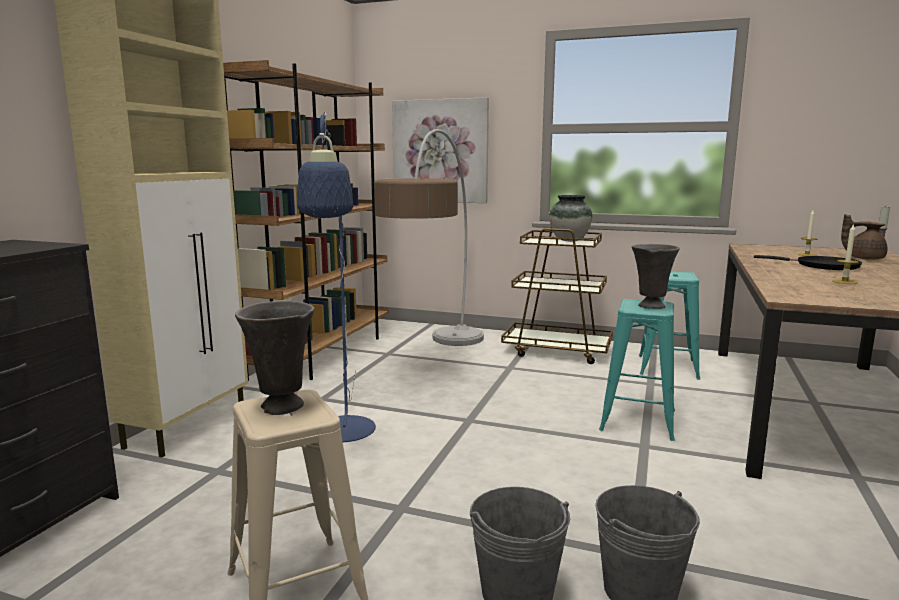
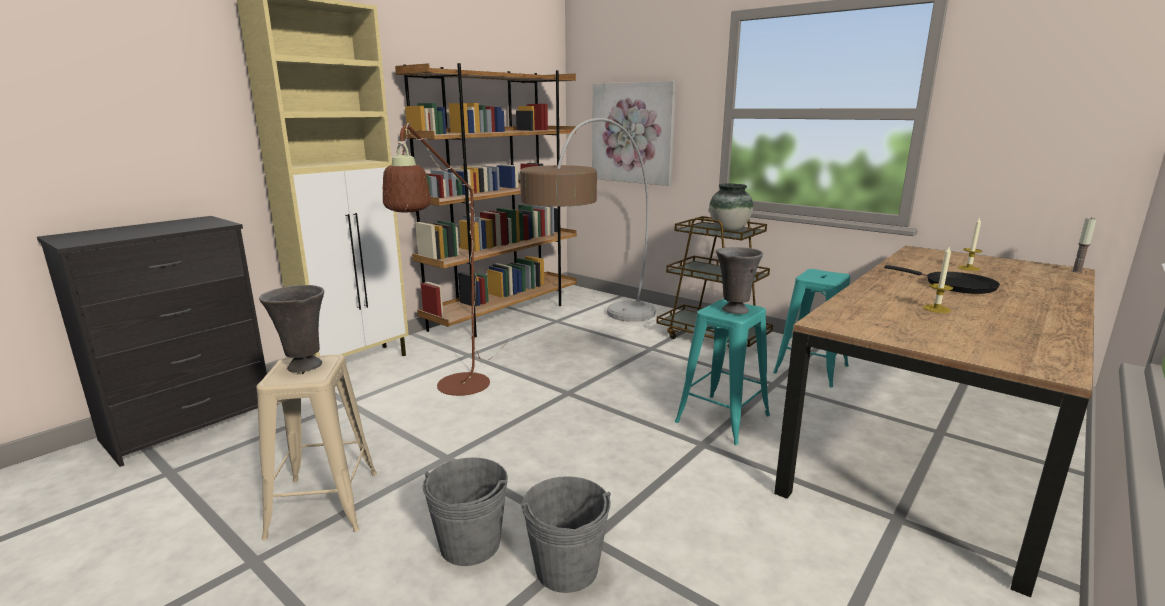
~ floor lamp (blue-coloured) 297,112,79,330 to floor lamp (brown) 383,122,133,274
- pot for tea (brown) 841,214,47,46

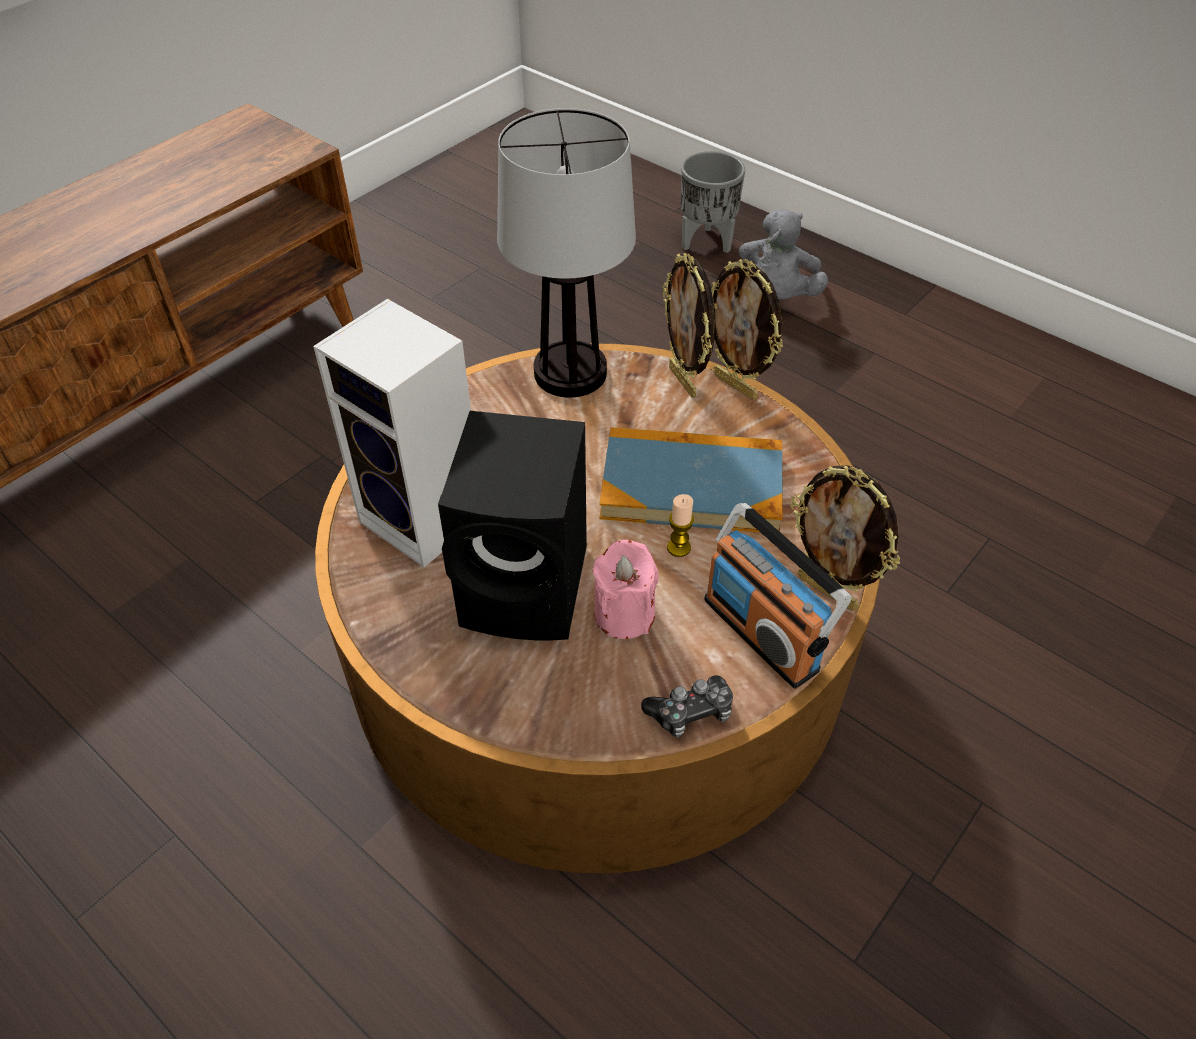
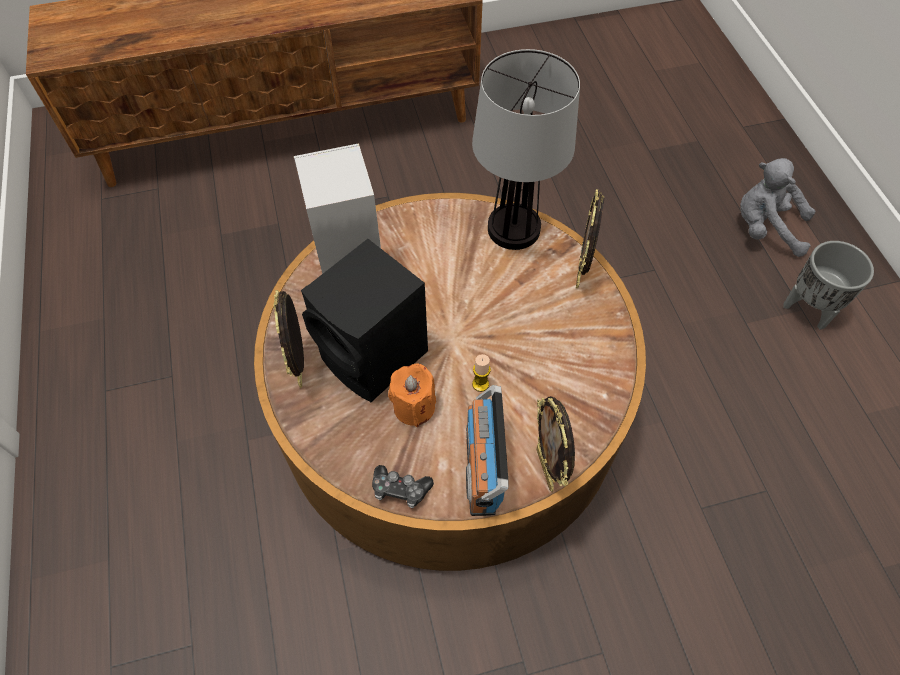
~ standing frame 711,259,72,141 to 274,290,30,98
~ wax light (pink) 593,540,66,99 to wax light (orangey) 388,363,48,64
~ soft toy (gray) 739,209,89,90 = 740,158,76,99 60 degrees clockwise
~ plant pot (gray) 681,151,64,102 to 783,241,91,89
- book 599,427,184,105

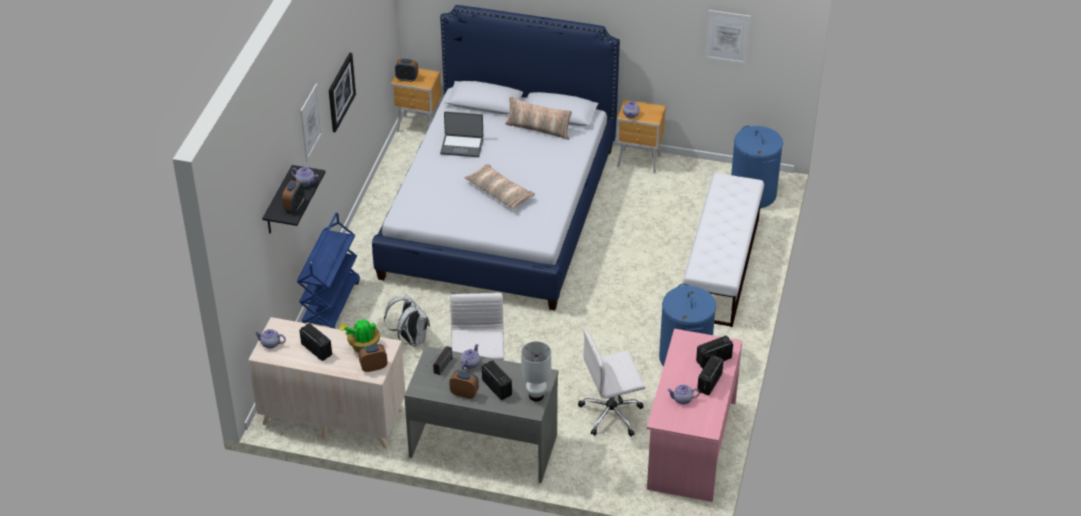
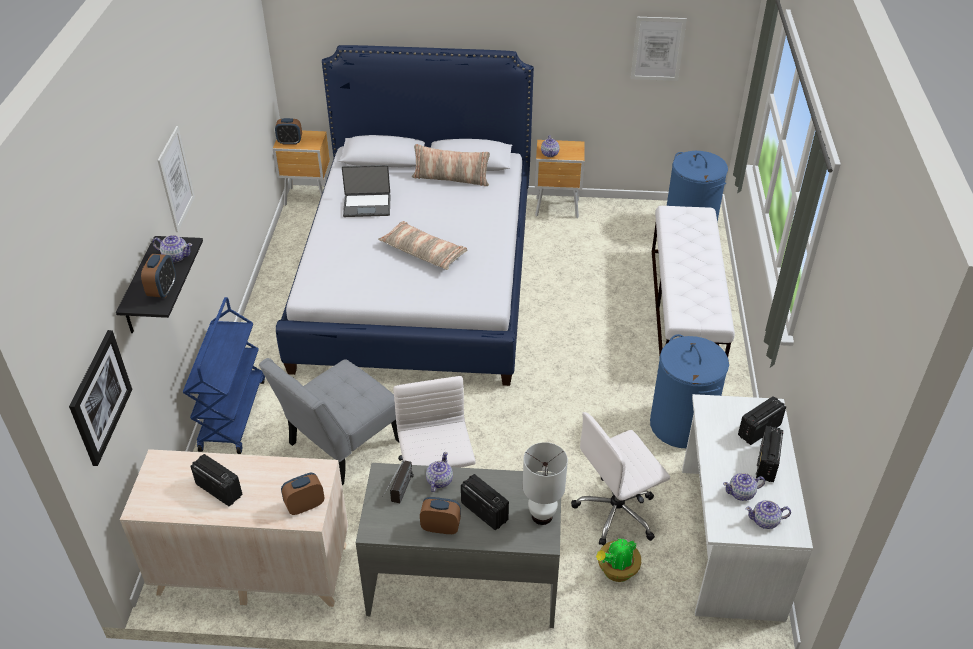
~ picture 329,53,27,79 to 69,330,63,136
~ rucksack (whitish) 384,295,46,52 to chair (gray) 259,358,140,127
~ plant in a pot 340,319,40,34 to 596,539,45,43
~ desk unit (pink) 647,329,95,173 to desk unit (whitish) 682,394,131,228
~ pot for tea 254,329,32,20 to 745,500,46,29

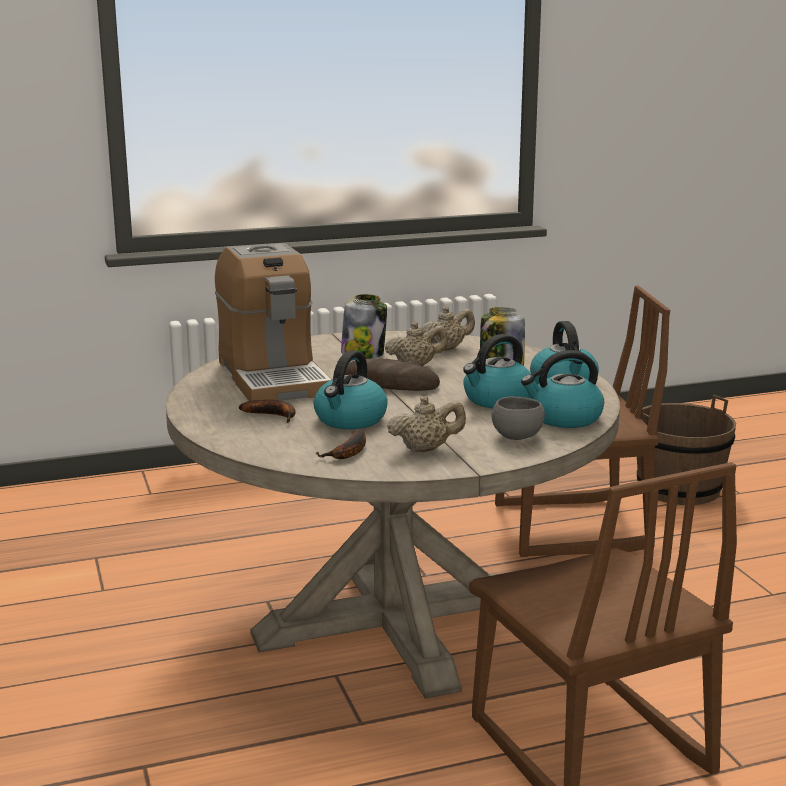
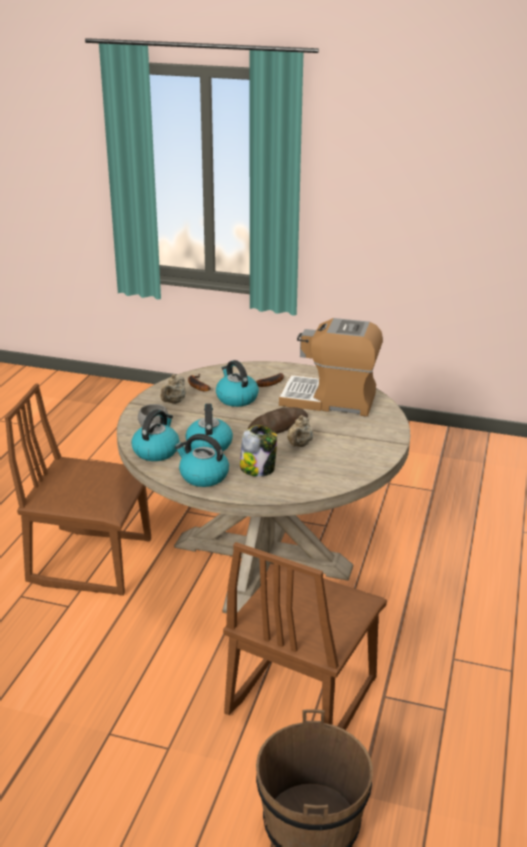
- preserve jar 341,294,46,65
- pot for tea (sand-coloured) 421,306,54,45

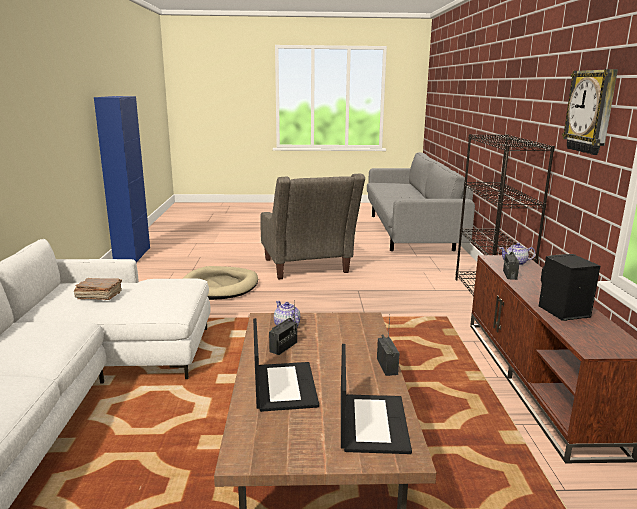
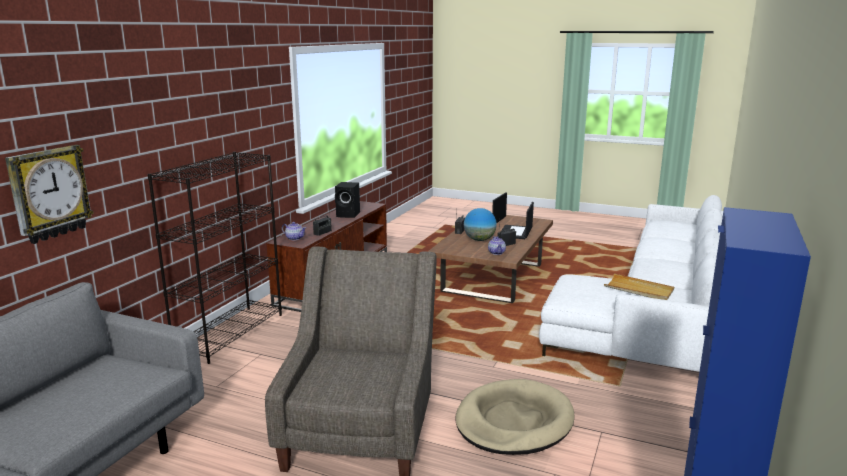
~ clock on the wall 562,69,56,86 to 5,145,89,99
+ desk globe 464,208,33,33
~ book (brown) 74,278,48,22 to carrying tray (sand-coloured) 604,274,70,26

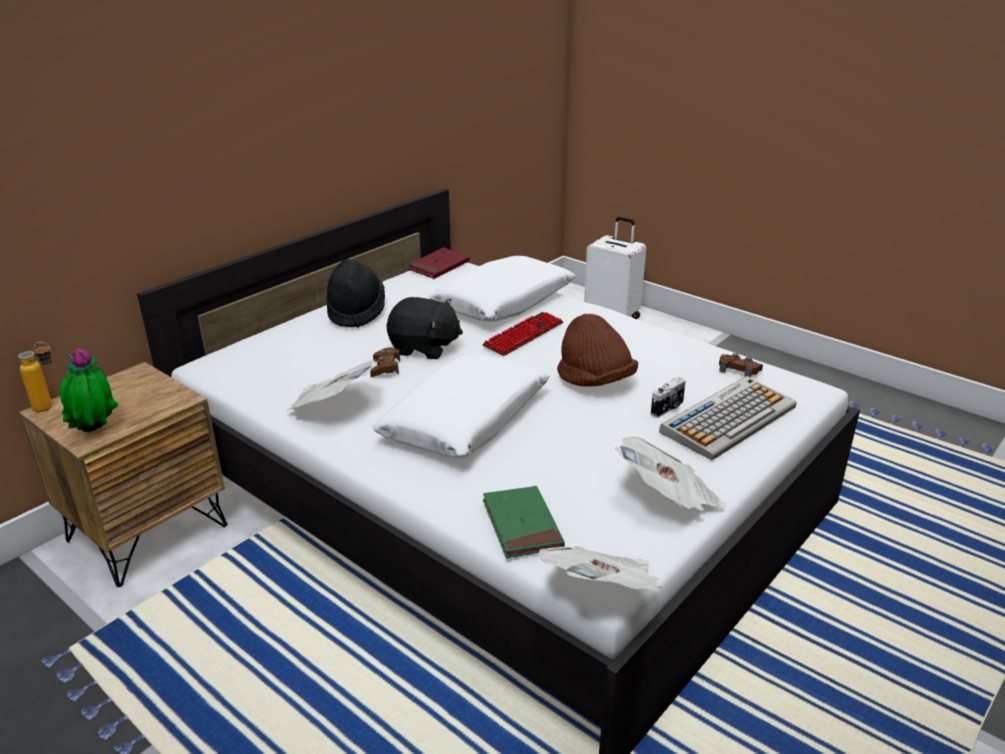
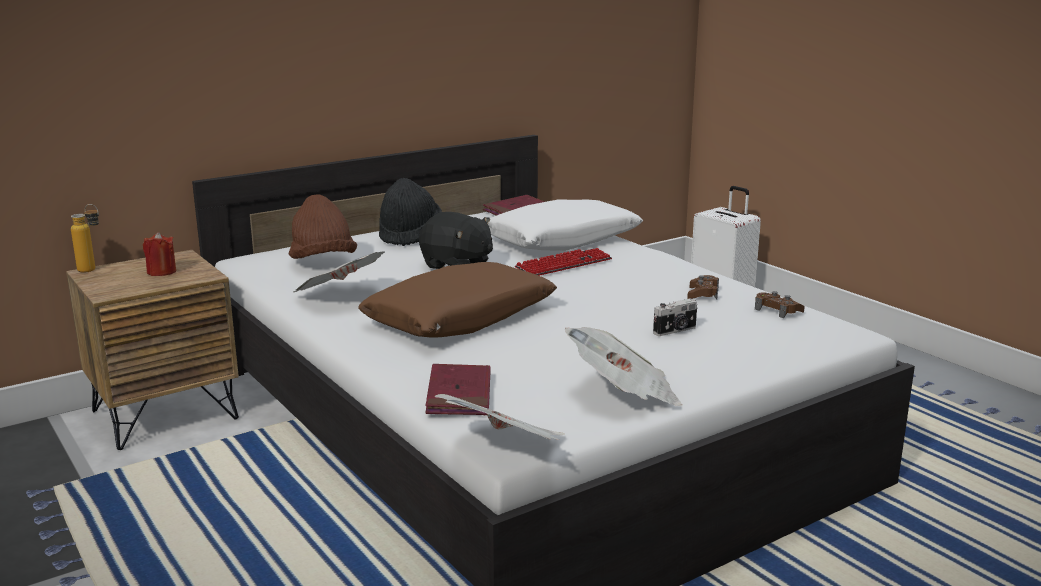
+ wax light (red) 143,232,33,44
~ wearable hat (brown) 557,314,81,73 to 288,194,69,65
~ cushion (whitish) 373,353,177,105 to cushion (brown) 358,262,199,76
~ book (green-coloured) 483,486,82,72 to book (red) 425,364,66,51
~ joypad (brown) 370,347,30,30 to 687,275,32,25
- plant in a pot 60,349,59,83
- PC keyboard 659,376,138,84

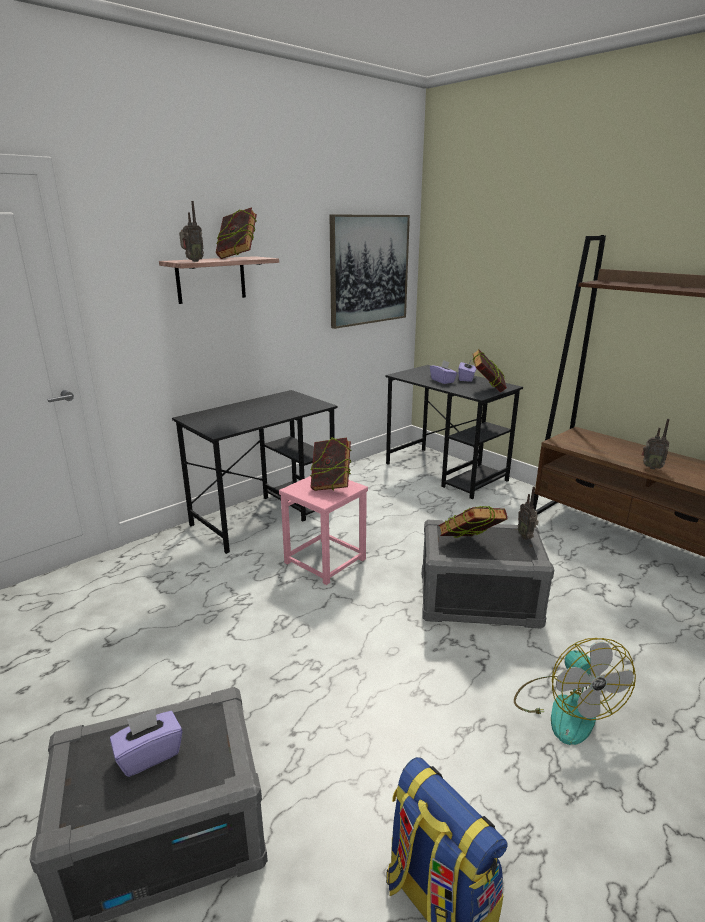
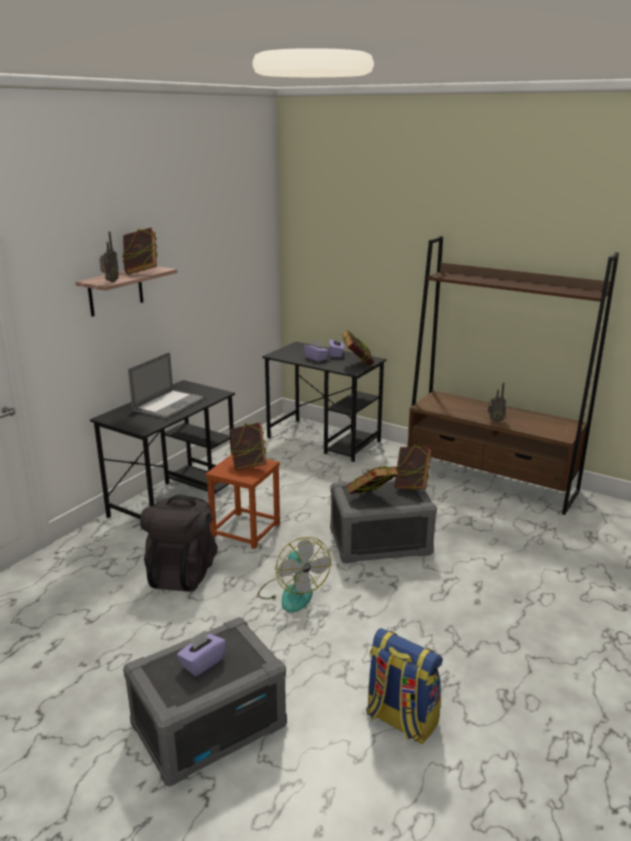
+ portable computer 128,352,77,67
+ rucksack (blackish) 140,494,78,98
~ stool (pink) 279,476,89,109 to stool (brown) 205,454,75,95
~ electric fan 514,638,122,107 to 258,537,73,76
~ radio 518,486,20,54 to book 394,445,37,45
- picture 330,215,80,114

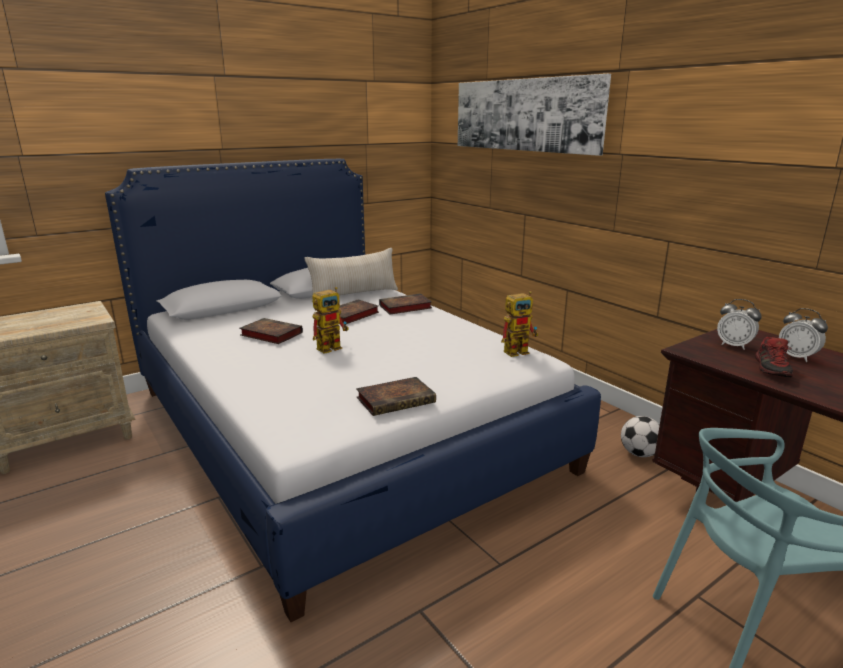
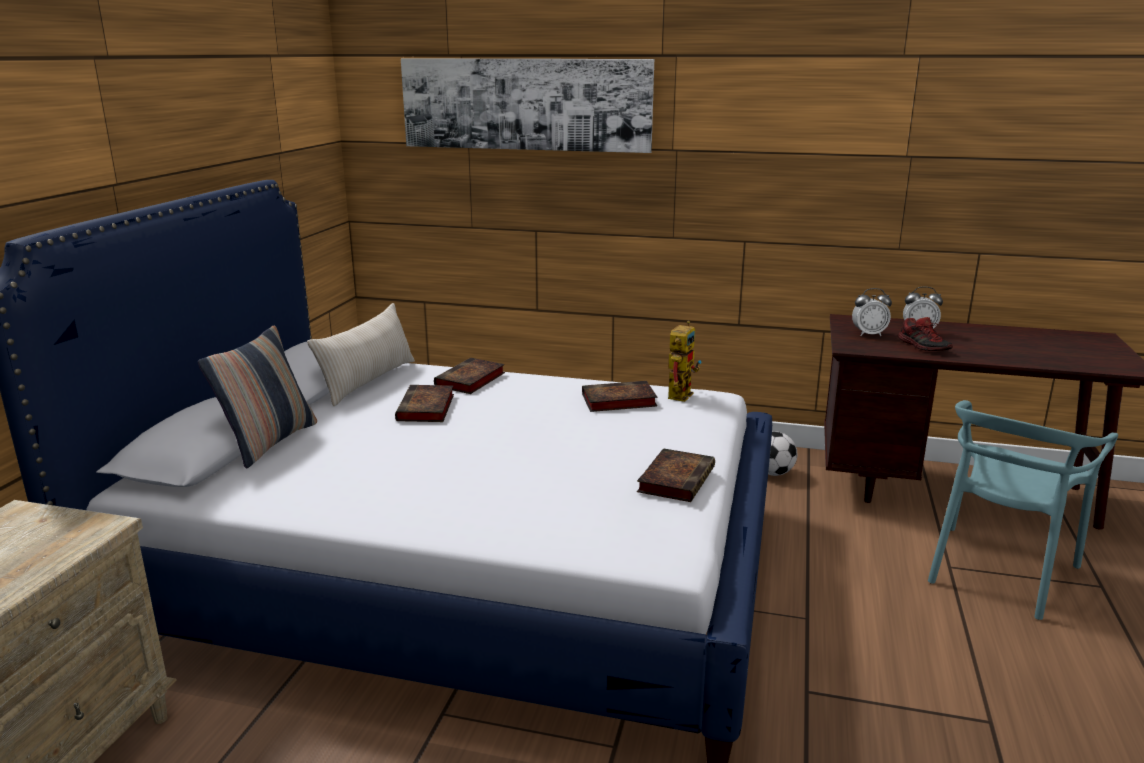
+ cushion 198,325,119,143
~ book 239,318,64,26 to 582,381,76,31
- model robot 312,287,37,67

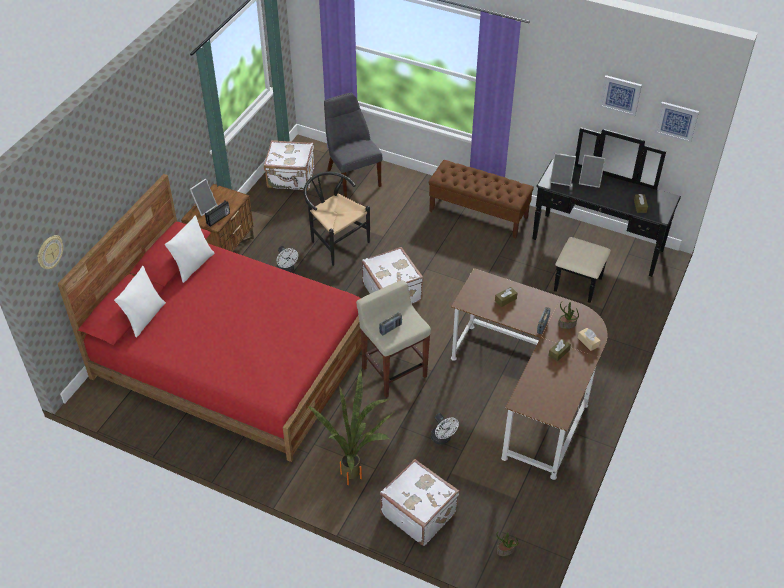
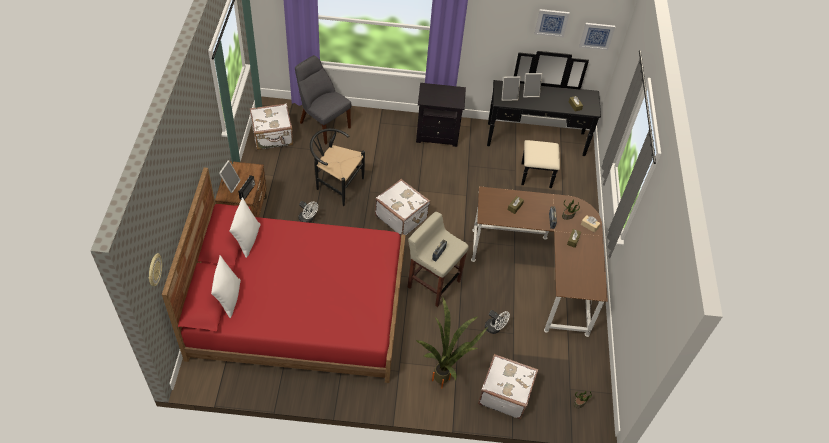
~ indoor bench (brown) 428,160,106,79 to bedside table (blackish) 416,83,50,64

